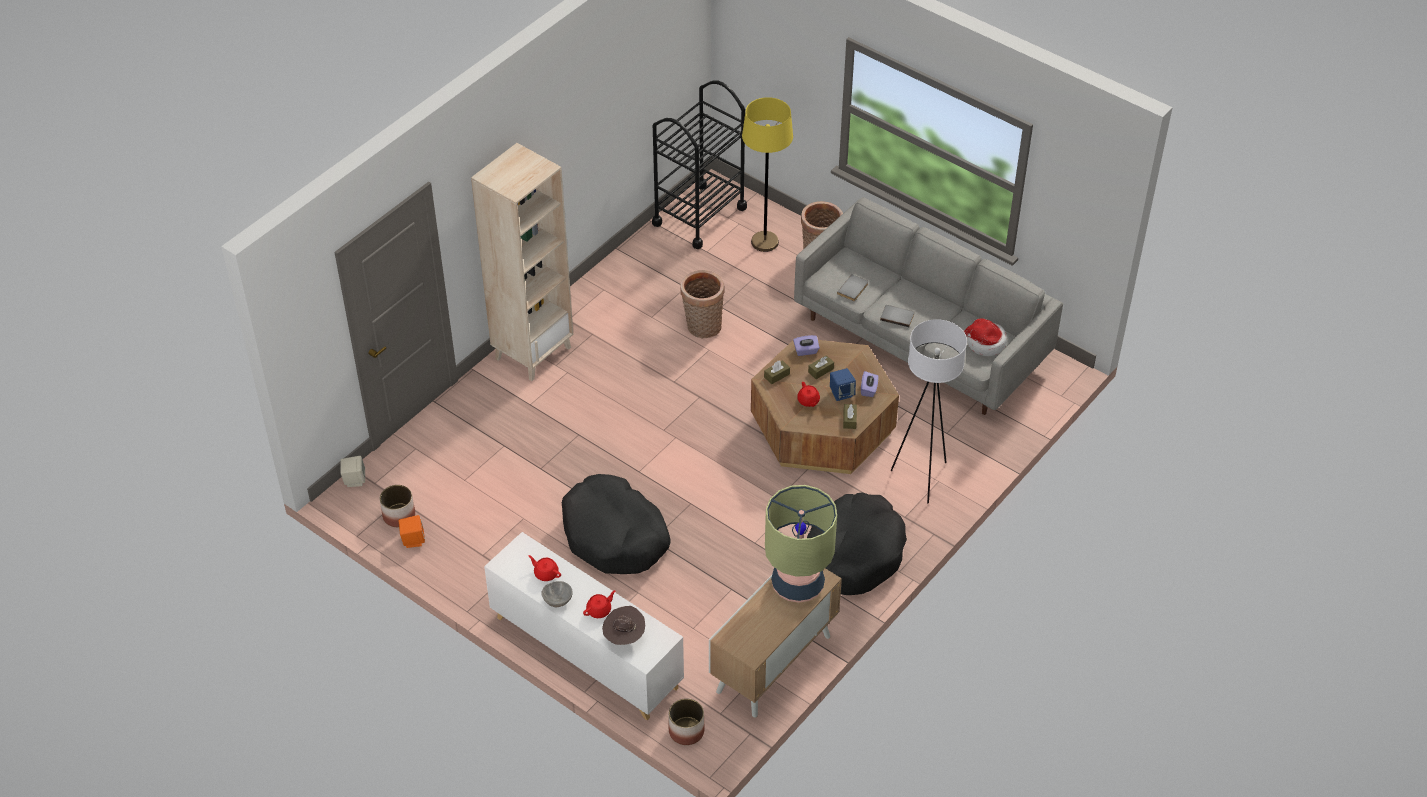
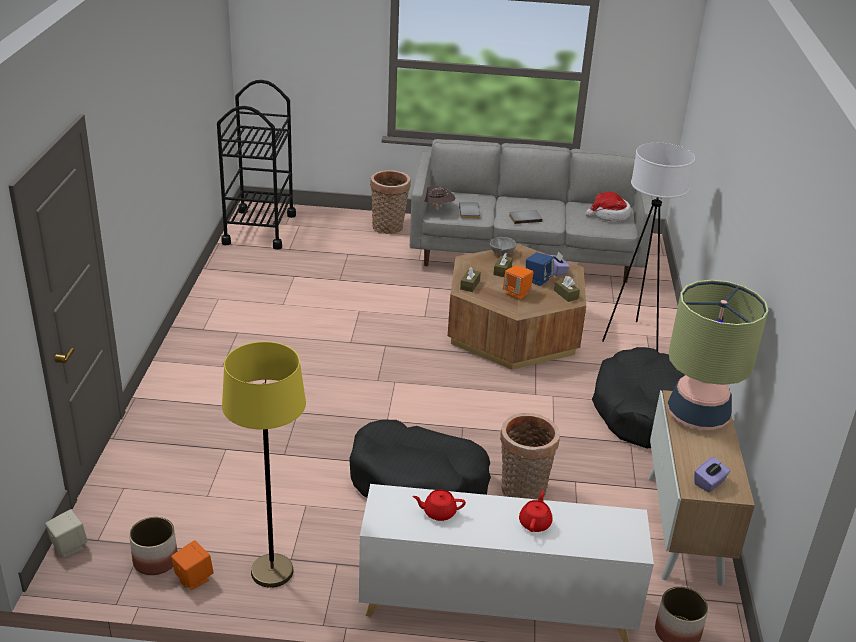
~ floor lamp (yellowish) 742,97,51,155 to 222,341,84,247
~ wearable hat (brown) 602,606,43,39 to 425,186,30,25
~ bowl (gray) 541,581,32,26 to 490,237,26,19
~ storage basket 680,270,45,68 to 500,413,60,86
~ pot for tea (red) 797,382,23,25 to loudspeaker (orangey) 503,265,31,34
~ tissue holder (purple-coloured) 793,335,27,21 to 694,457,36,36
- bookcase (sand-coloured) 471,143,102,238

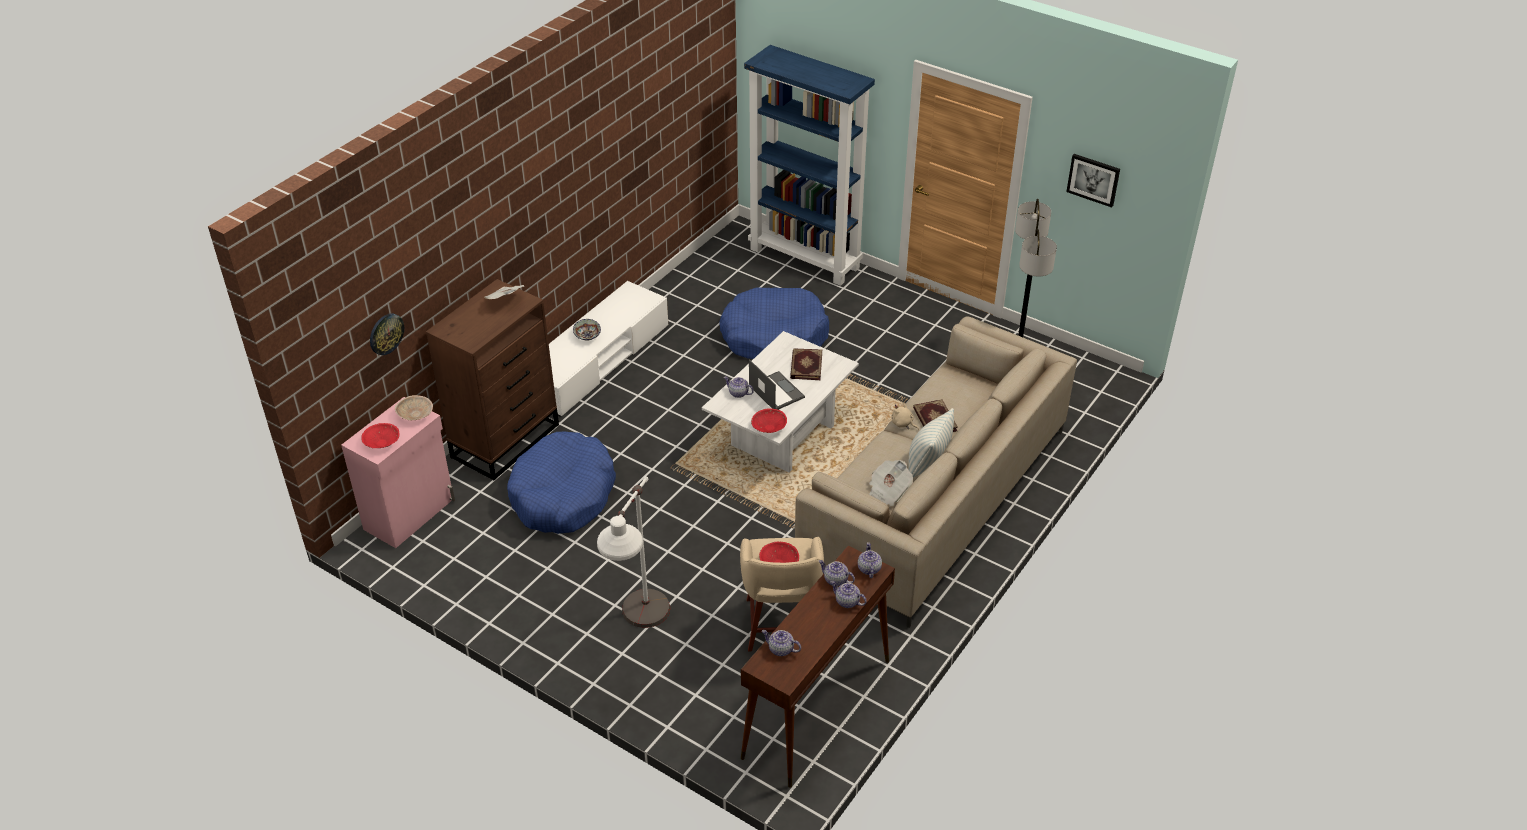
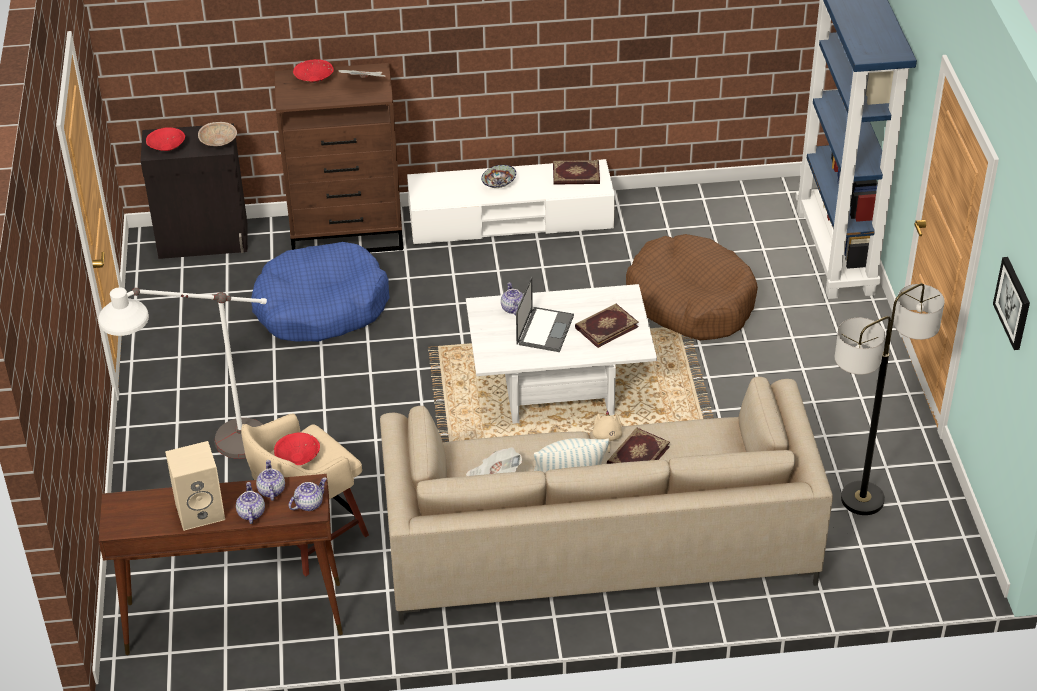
~ cabinet (pink) 341,397,114,151 to cabinet (blackish) 141,123,107,136
+ loudspeaker (sand-coloured) 165,441,60,90
~ bowl (red) 751,408,36,25 to 293,59,41,24
+ book 553,160,47,25
~ dog cushion (blue-coloured) 719,287,110,72 to dog cushion (brown) 626,234,132,106
- clock on the wall 370,313,34,42
- pot for tea 762,630,39,26

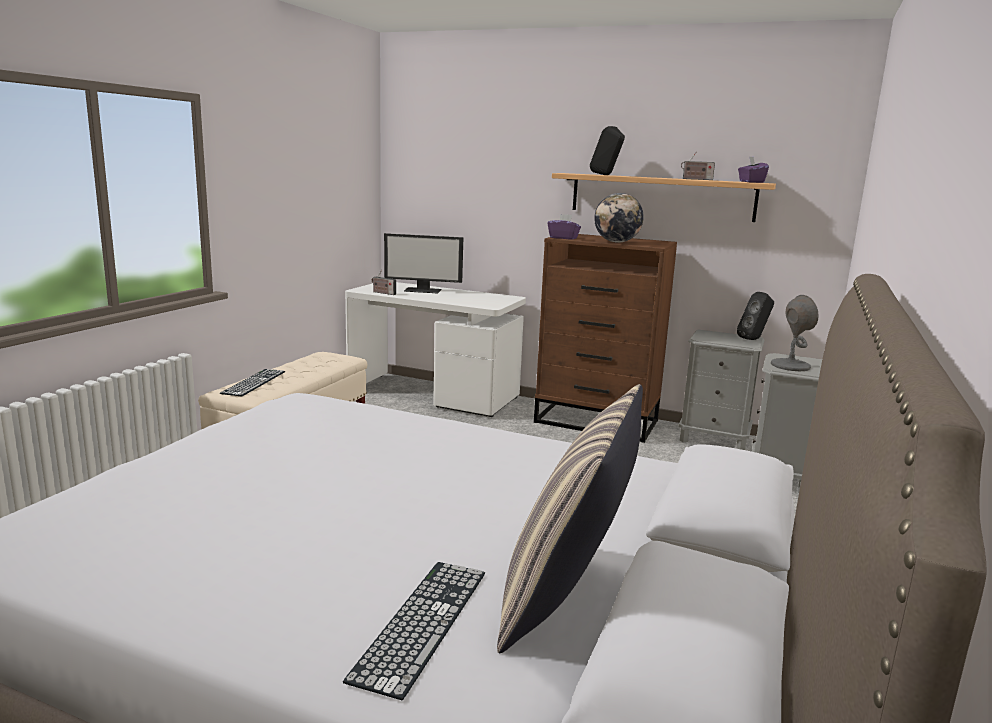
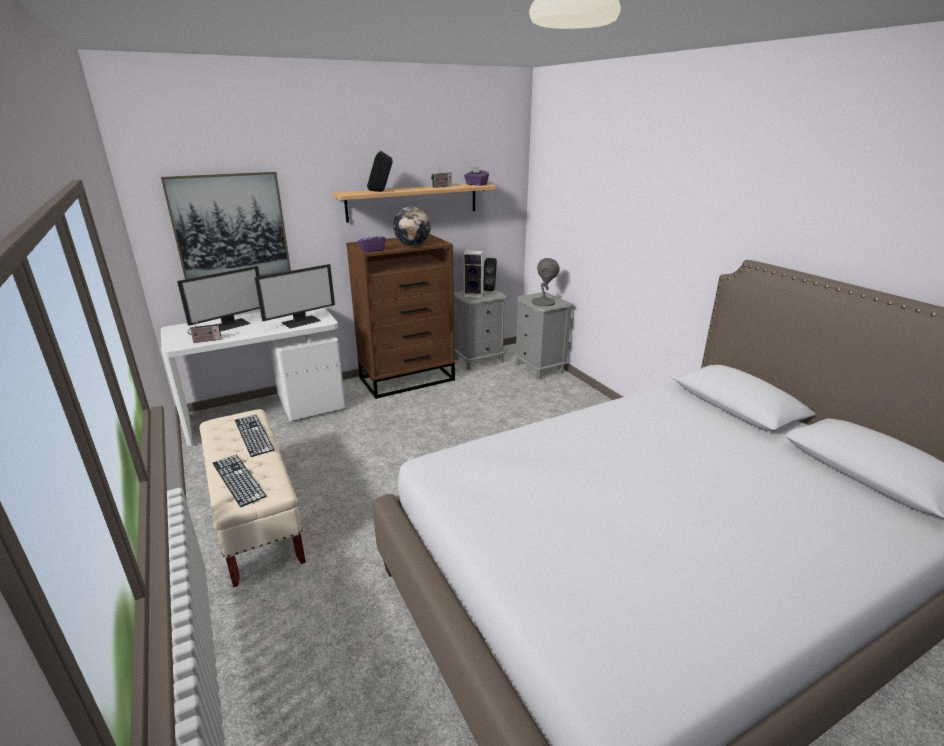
+ picture 161,172,130,107
~ PC keyboard 343,562,142,138 to 235,414,40,43
+ computer display 254,264,81,64
+ loudspeaker 463,250,21,48
- cushion 497,384,146,269

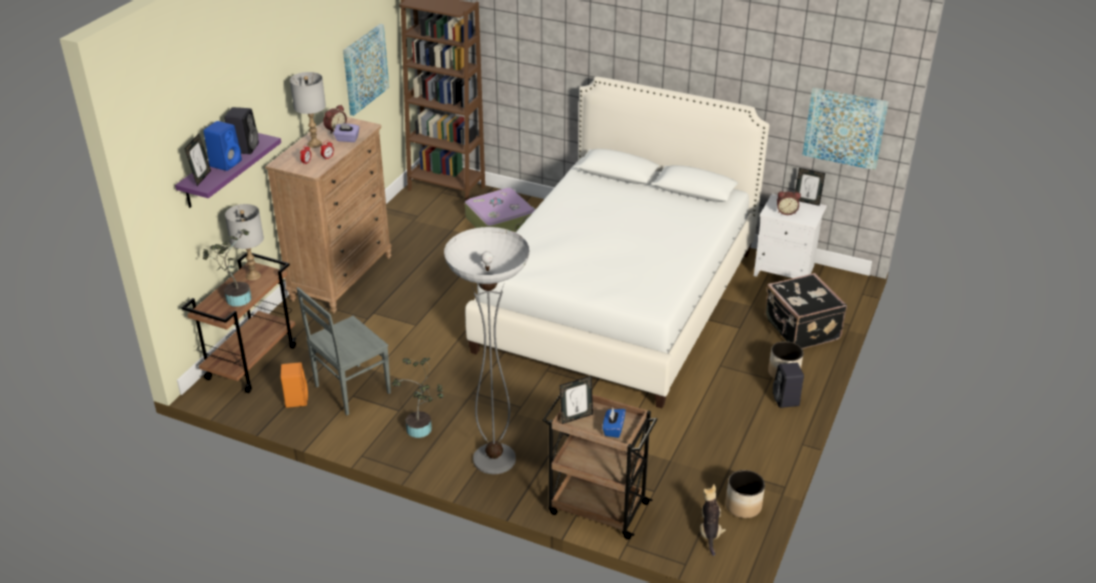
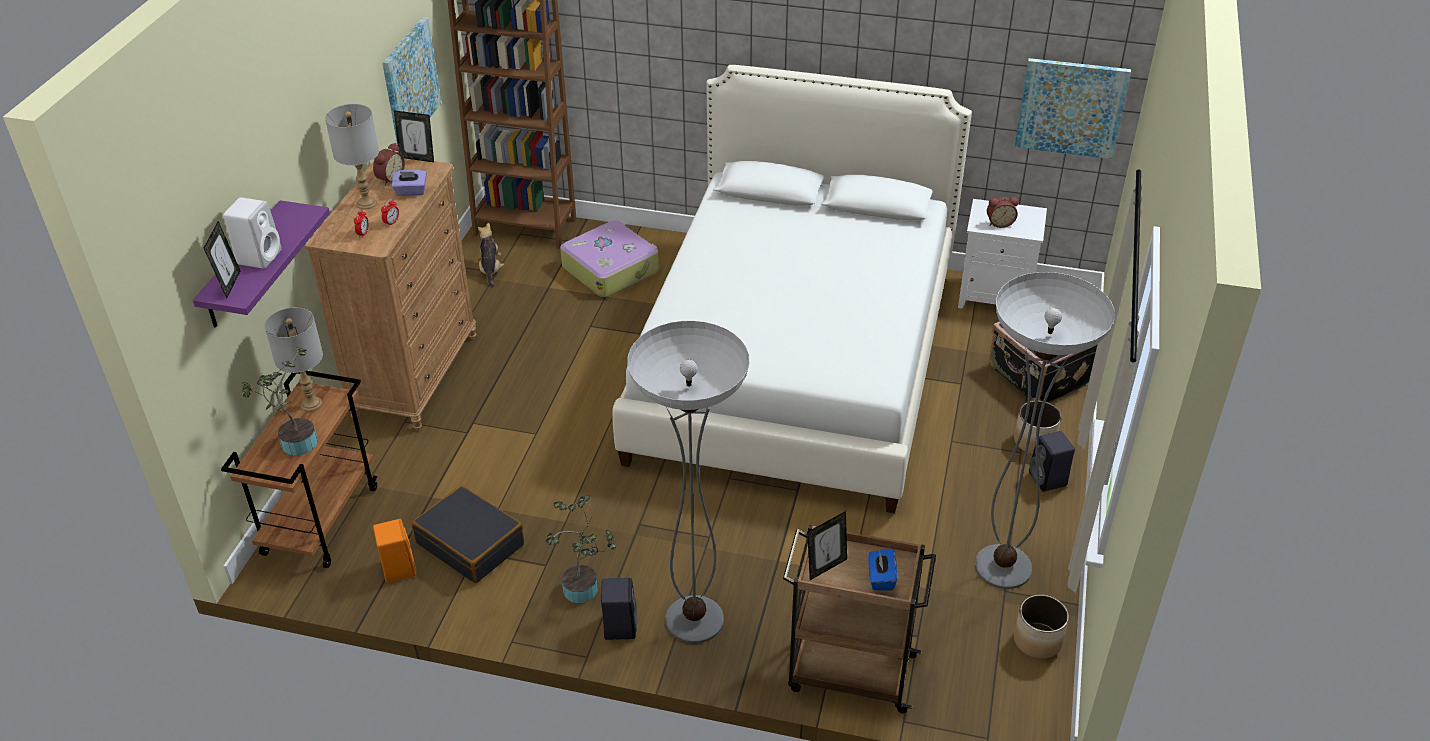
~ loudspeaker (blue-coloured) 203,121,39,50 to loudspeaker (whitish) 223,197,59,72
~ standing frame 795,168,30,38 to 394,110,40,52
~ chair (gray) 297,287,94,128 to suitcase (blackish) 412,485,112,98
~ soft toy 700,484,26,72 to 478,223,26,65
~ loudspeaker (blackish) 224,107,35,47 to 601,578,36,62
+ floor lamp 975,272,140,317

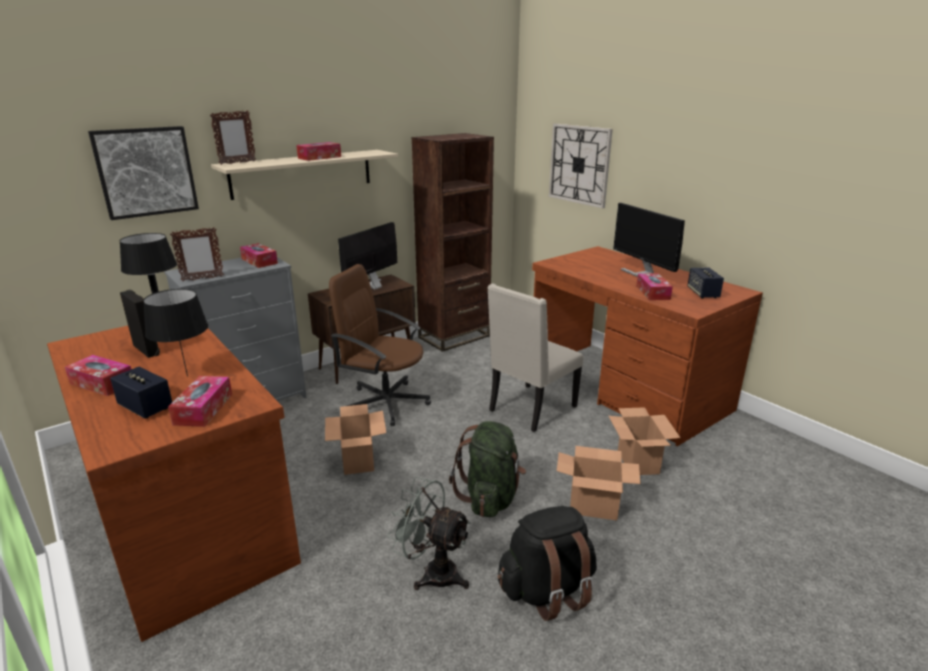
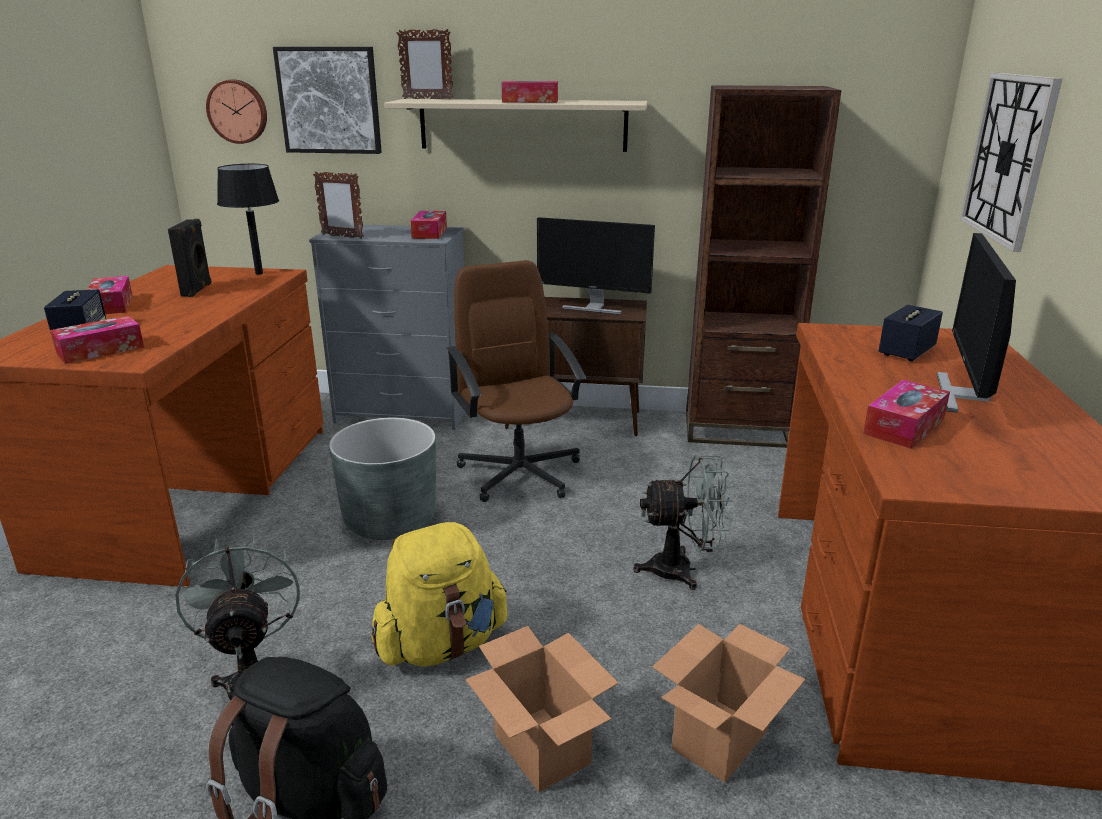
+ clock on the wall 206,80,61,64
~ carton 325,404,61,71 to plant pot (gray) 329,418,107,122
~ rucksack (green-coloured) 449,421,77,96 to rucksack (yellowish) 372,522,136,145
~ computer display 338,222,59,68 = 537,217,118,97 150 degrees counterclockwise
~ chair (sand-coloured) 487,284,96,148 to electric fan (gray) 633,454,99,136
~ loudspeaker 687,267,37,31 to 879,305,64,56
- tabletop lamp (blackish) 143,289,65,88

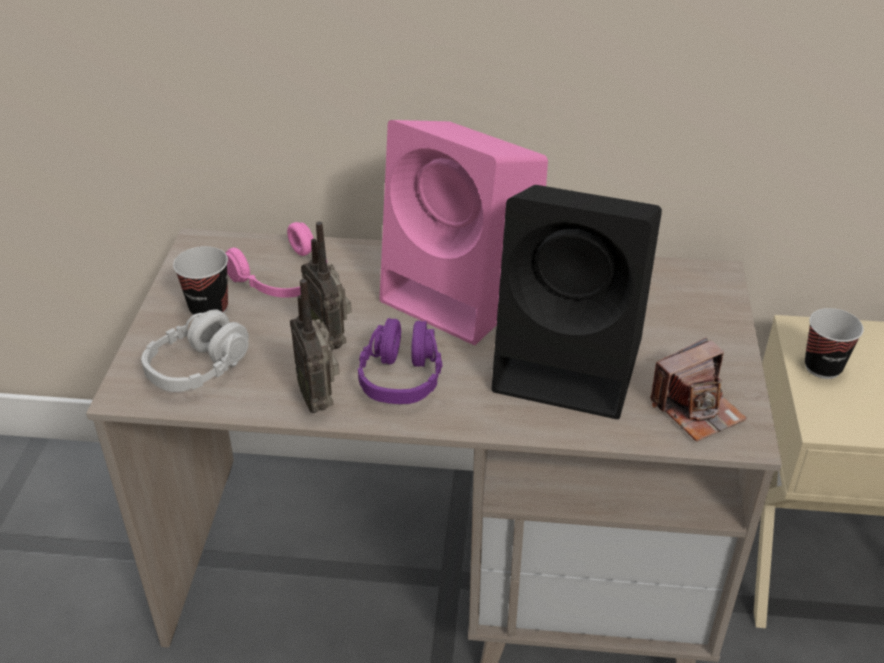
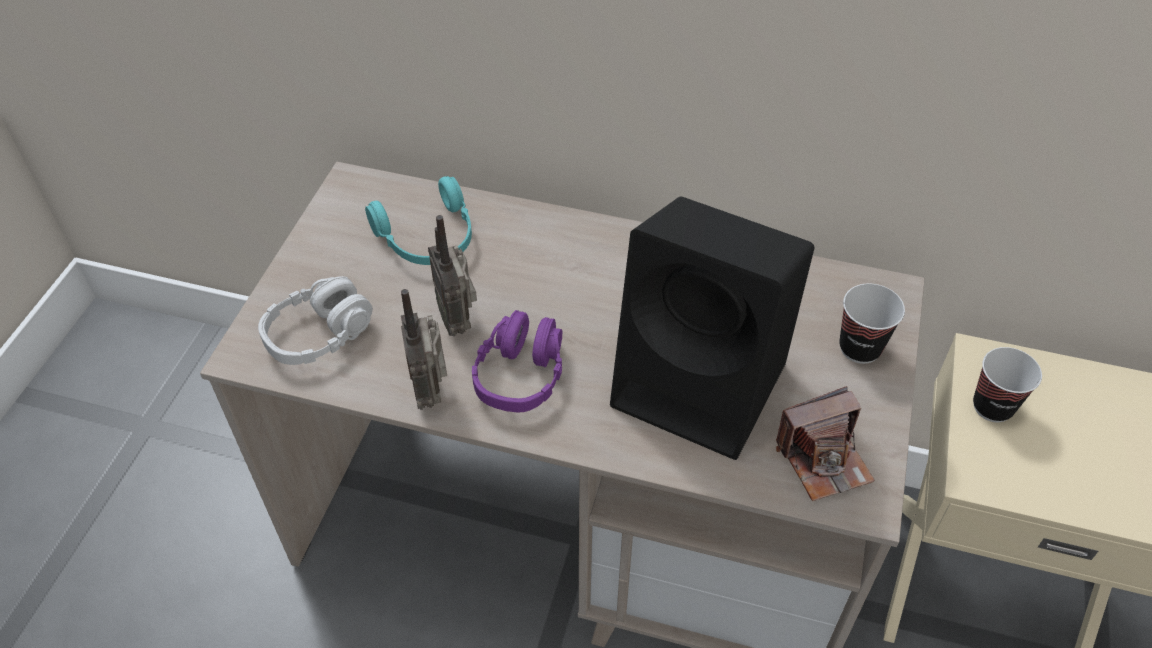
~ headset (pink) 226,222,101,76 to headset (blue-green) 365,176,107,89
~ cup 173,246,55,69 to 839,283,66,81
- loudspeaker (pink) 380,120,168,225

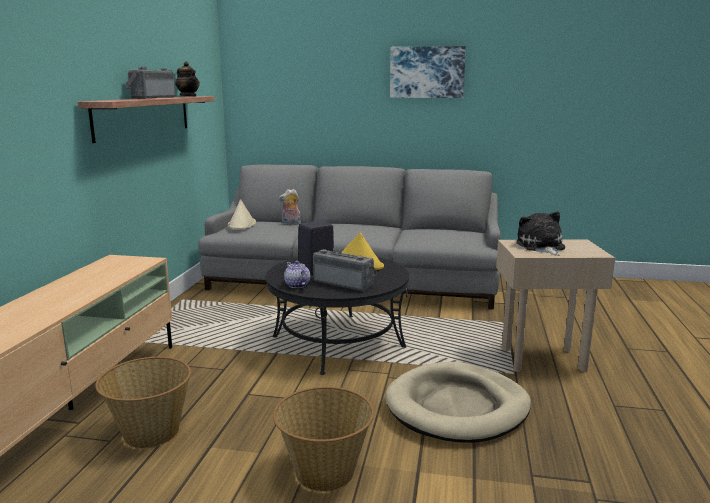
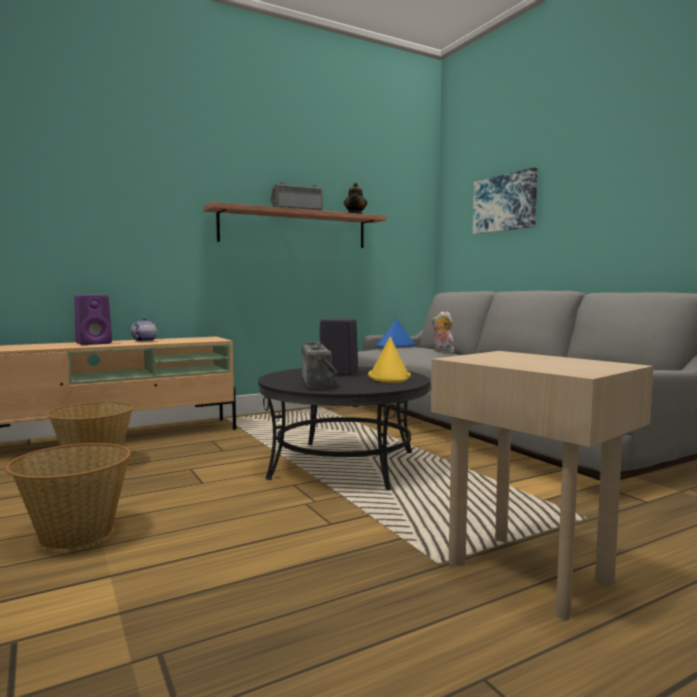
+ loudspeaker (purple-coloured) 74,294,38,51
~ pot for tea 284,261,26,27 to 131,318,26,24
~ wearable hat (sand-coloured) 228,199,28,31 to wearable hat (blue-coloured) 376,319,40,28
~ picture 390,46,76,52 to 473,167,64,67
- dog cushion (sand-coloured) 385,362,146,81
- soft toy 517,211,48,45

